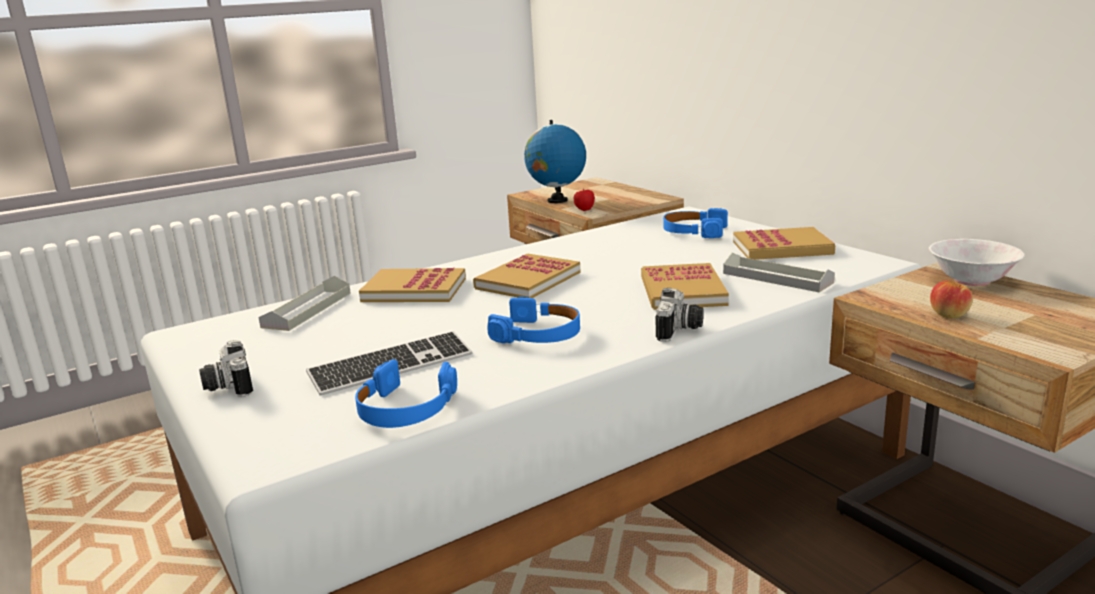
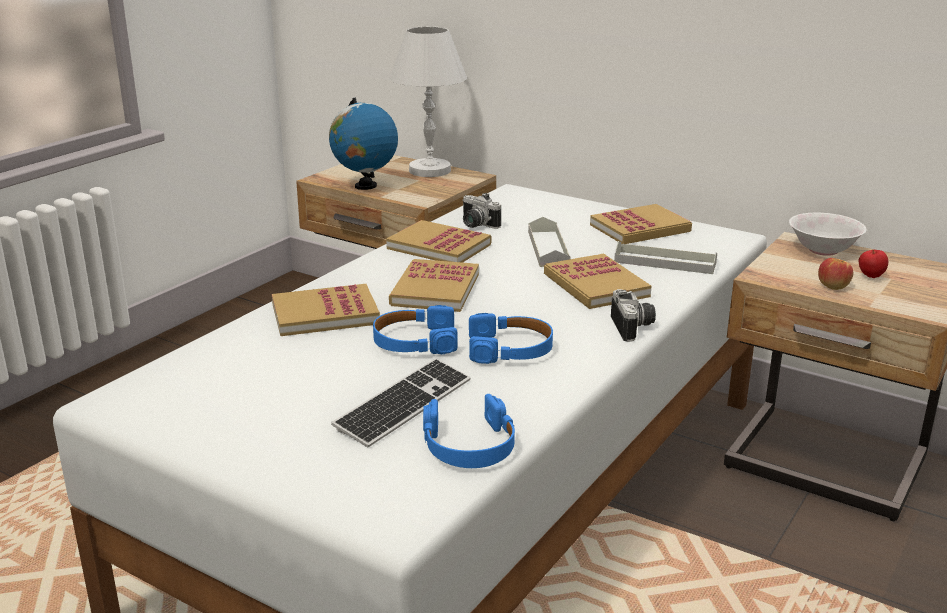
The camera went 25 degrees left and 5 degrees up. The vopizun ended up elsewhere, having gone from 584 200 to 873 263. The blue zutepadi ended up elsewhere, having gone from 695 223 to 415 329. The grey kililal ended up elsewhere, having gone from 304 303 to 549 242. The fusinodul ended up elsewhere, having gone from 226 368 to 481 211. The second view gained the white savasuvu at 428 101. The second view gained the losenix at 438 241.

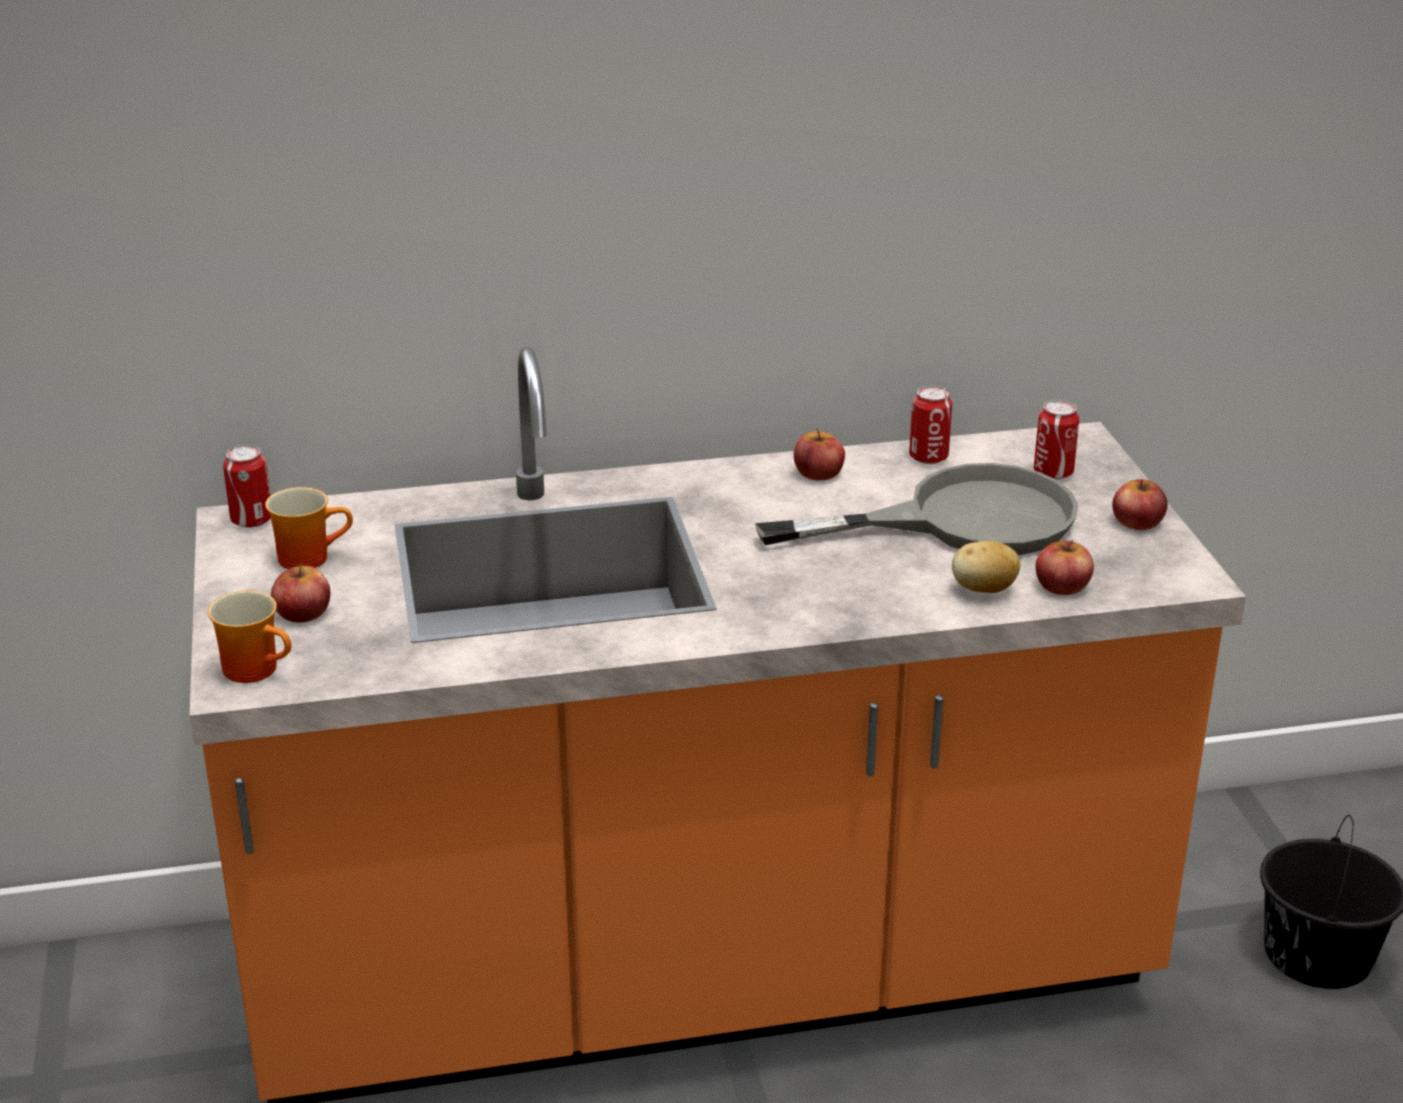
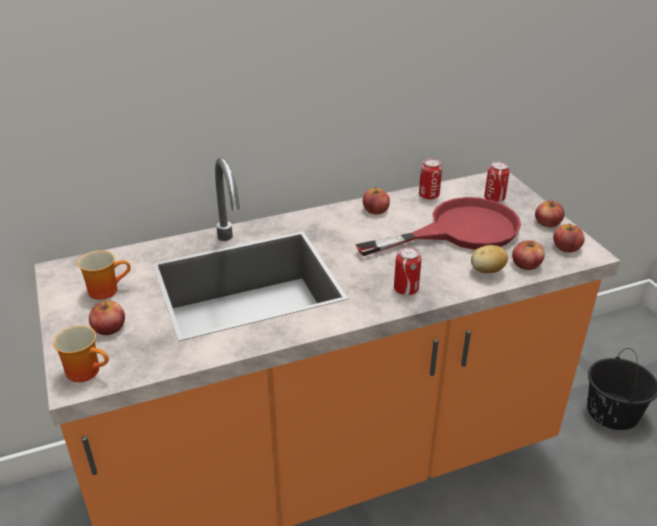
The camera went 10 degrees left and 5 degrees up. The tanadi ended up elsewhere, having gone from 247 486 to 407 270. What was the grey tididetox at 917 509 turned into the red tididetox at 438 226. The second view gained the vopizun at 569 237.

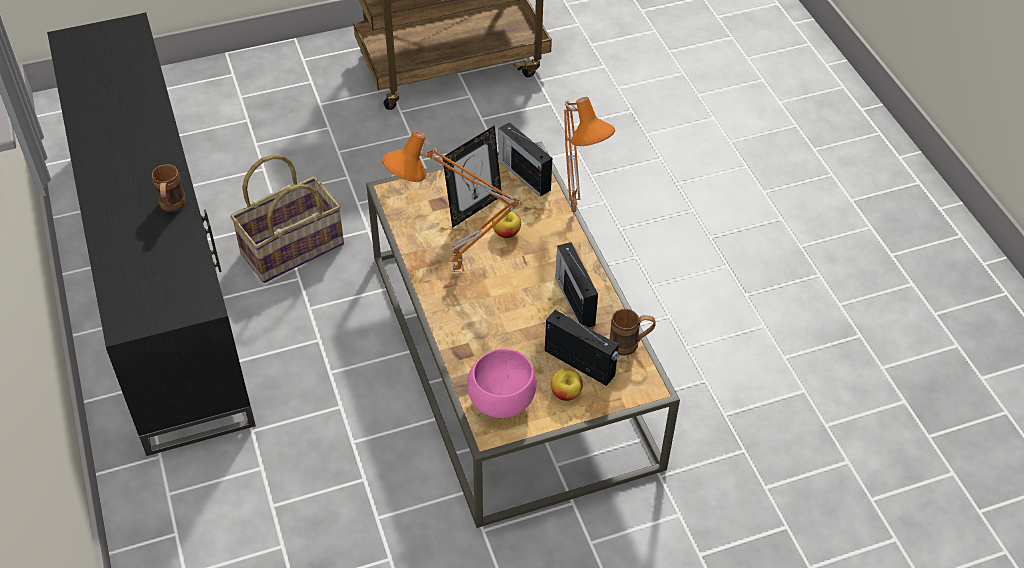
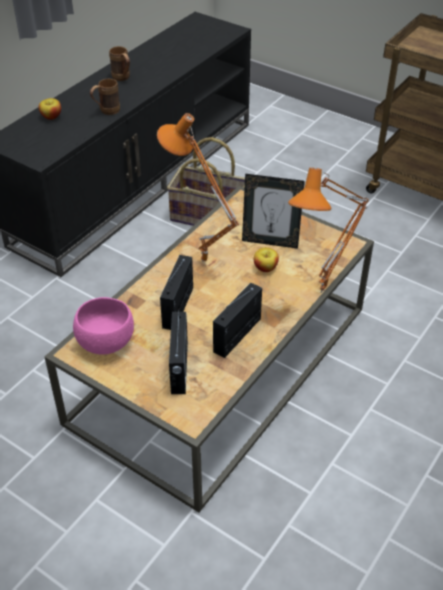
The camera went 55 degrees right and 5 degrees down. The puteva ended up elsewhere, having gone from 525 159 to 176 292. The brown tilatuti ended up elsewhere, having gone from 633 332 to 119 63. The vopizun ended up elsewhere, having gone from 567 385 to 50 109.

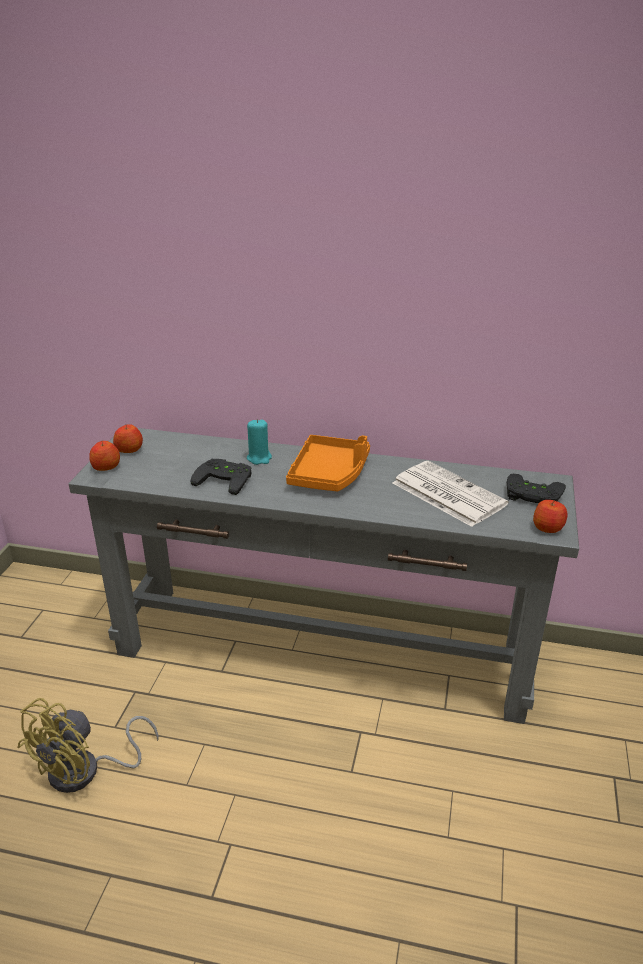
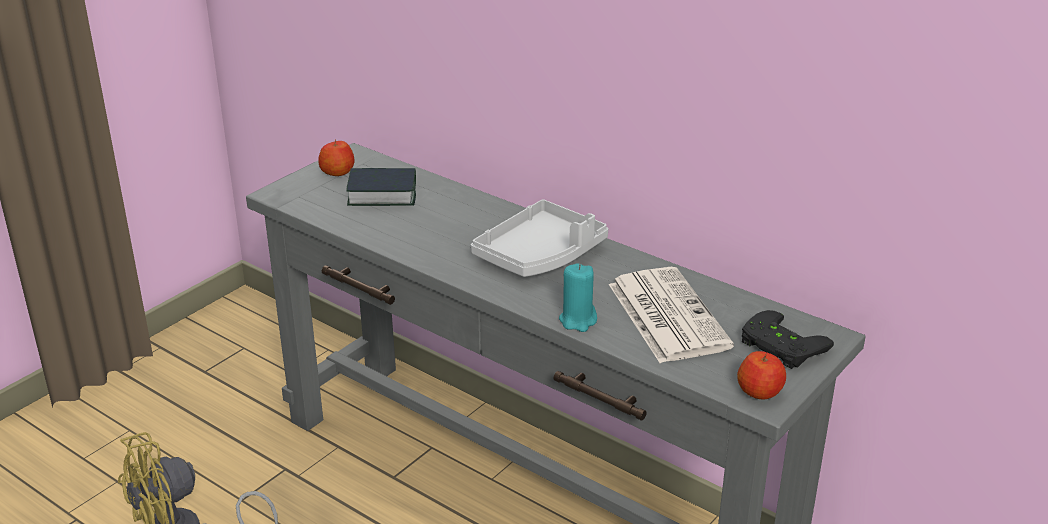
The camera went 25 degrees right and 0 degrees up. The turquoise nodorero ended up elsewhere, having gone from 259 442 to 578 297. What was the orange kililal at 328 463 turned into the grey kililal at 539 238. The second view lost the vopizun at 104 456. The second view lost the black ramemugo at 221 477. The second view gained the losenix at 381 187.

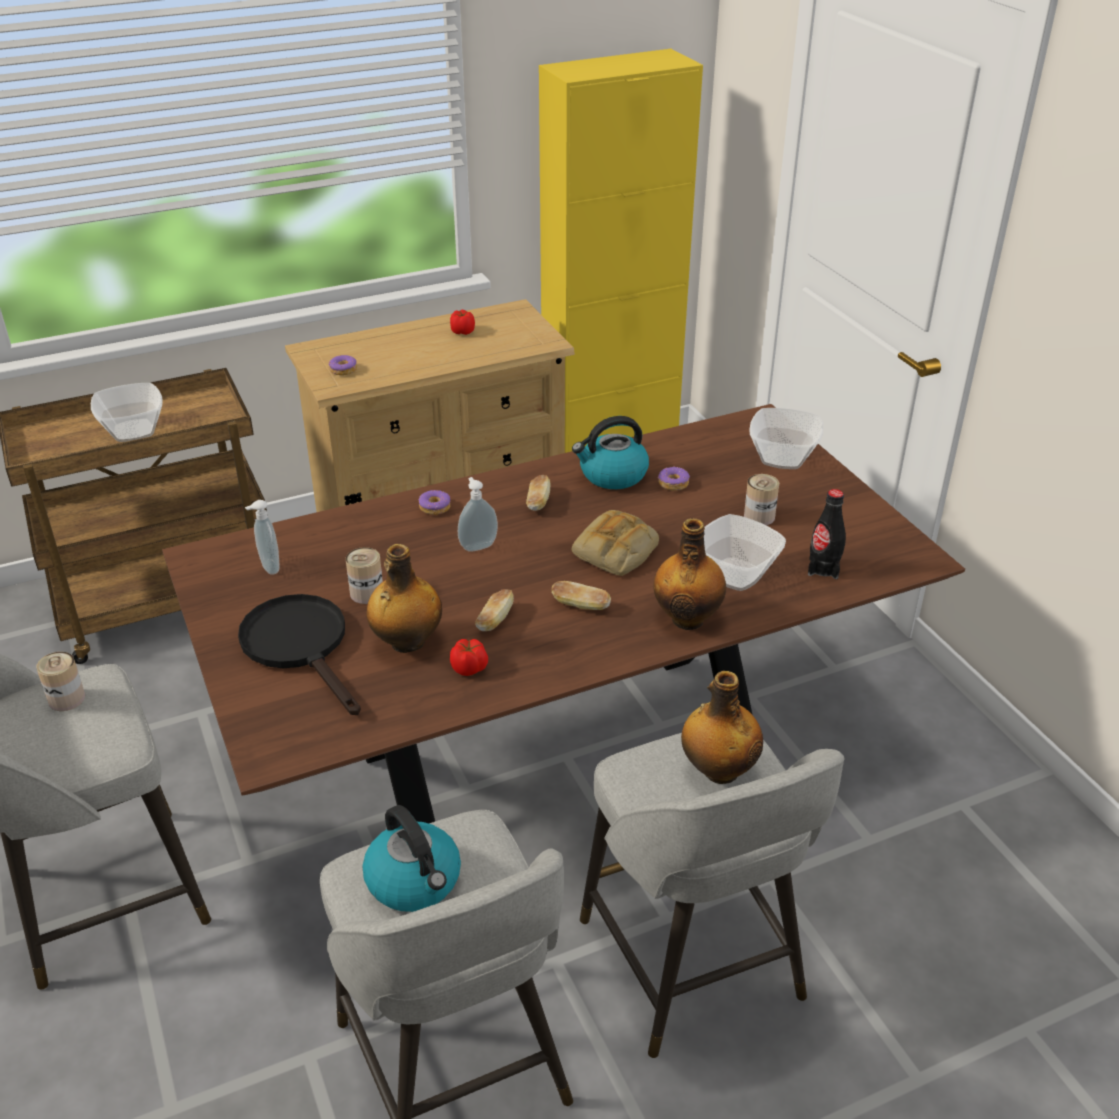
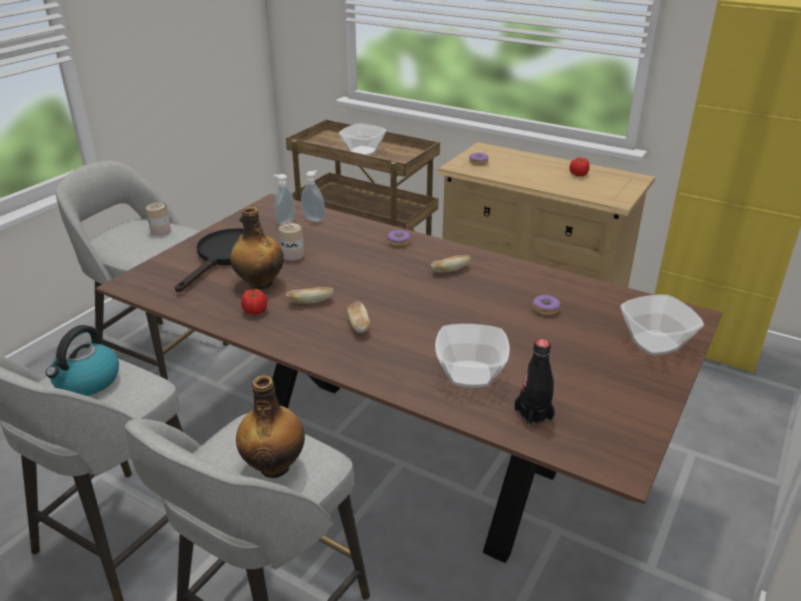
The camera went 55 degrees right and 5 degrees down. The second view lost the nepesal at 610 452. The second view lost the tanadi at 761 499. The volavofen ended up elsewhere, having gone from 478 514 to 313 196. The second view lost the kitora at 615 543. The second view lost the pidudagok at 690 574.

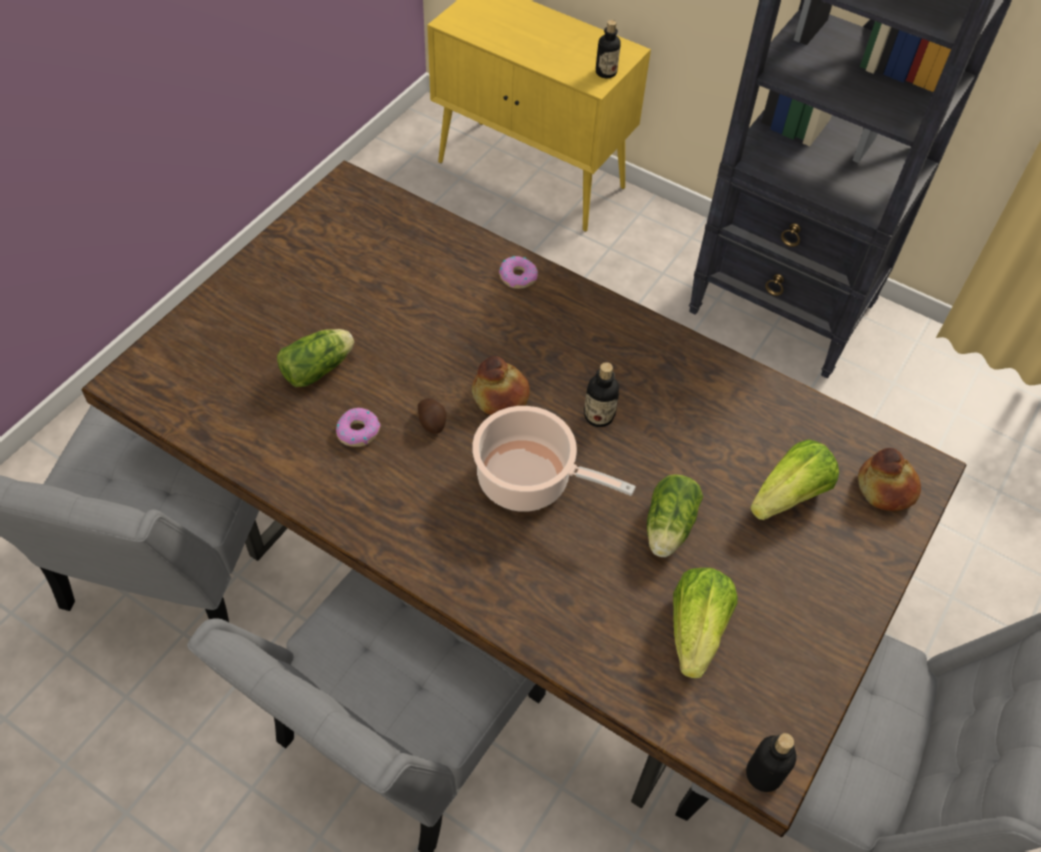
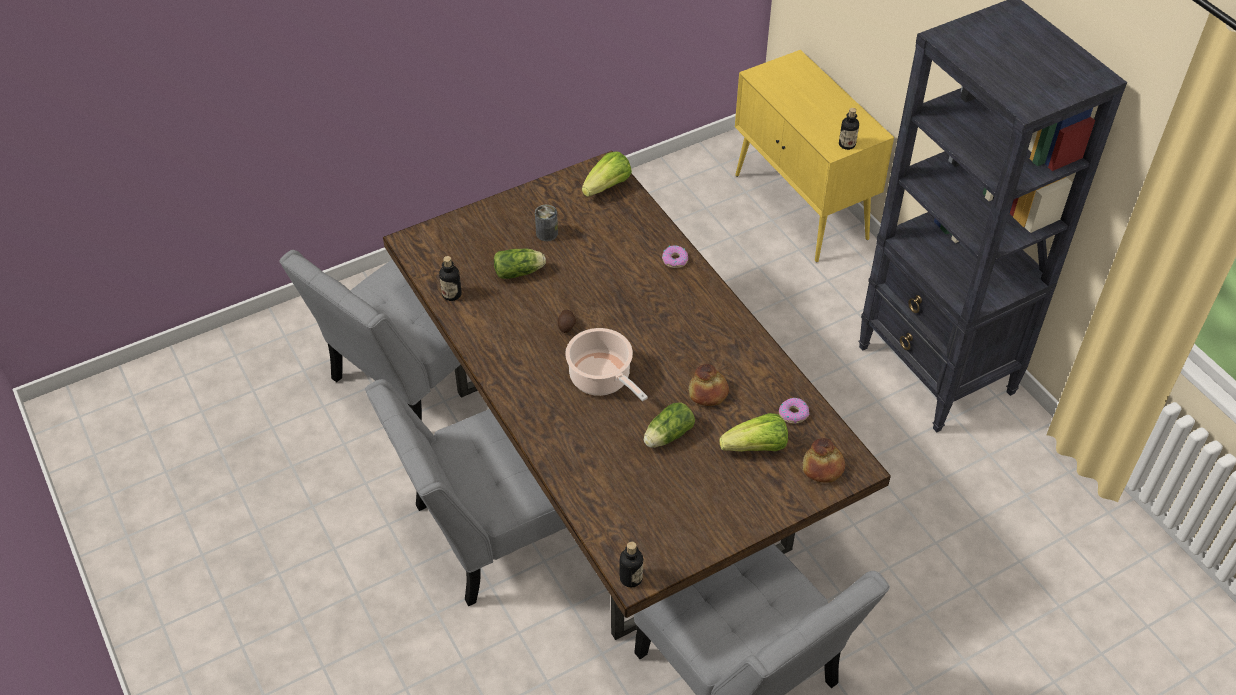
The camera went 30 degrees right and 5 degrees down. The kitora ended up elsewhere, having gone from 501 385 to 709 385. The pidudagok ended up elsewhere, having gone from 601 394 to 450 278. The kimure ended up elsewhere, having gone from 358 427 to 794 411. The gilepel ended up elsewhere, having gone from 705 623 to 607 174. The second view gained the tanadi at 546 223.

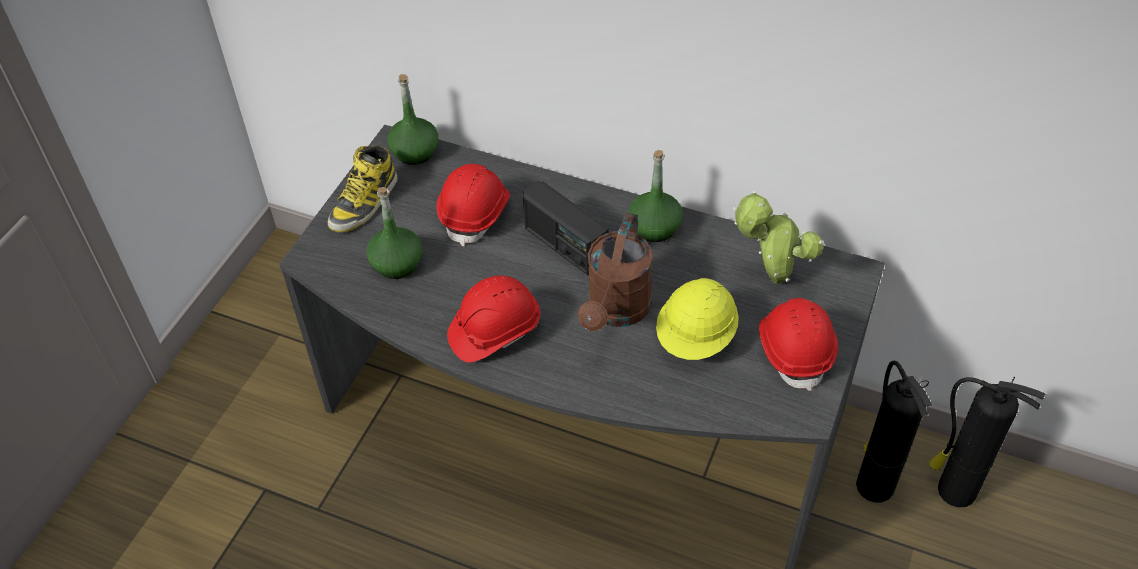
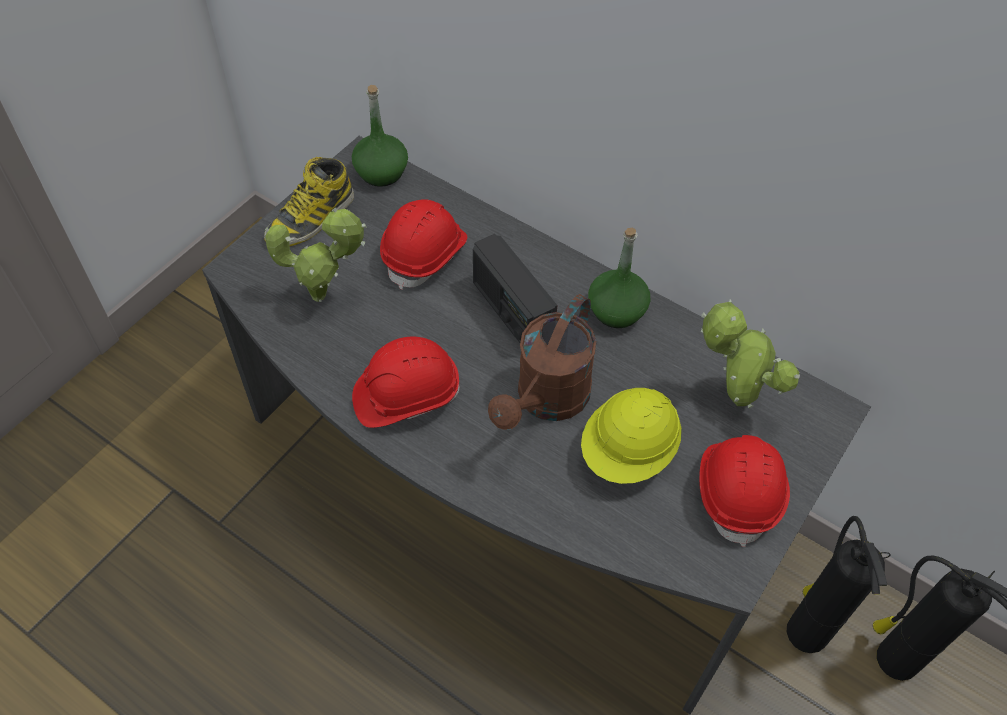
The camera went 10 degrees right and 5 degrees up. Where the green pidudagok stood at 394 233, the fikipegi came to stand at 315 255.

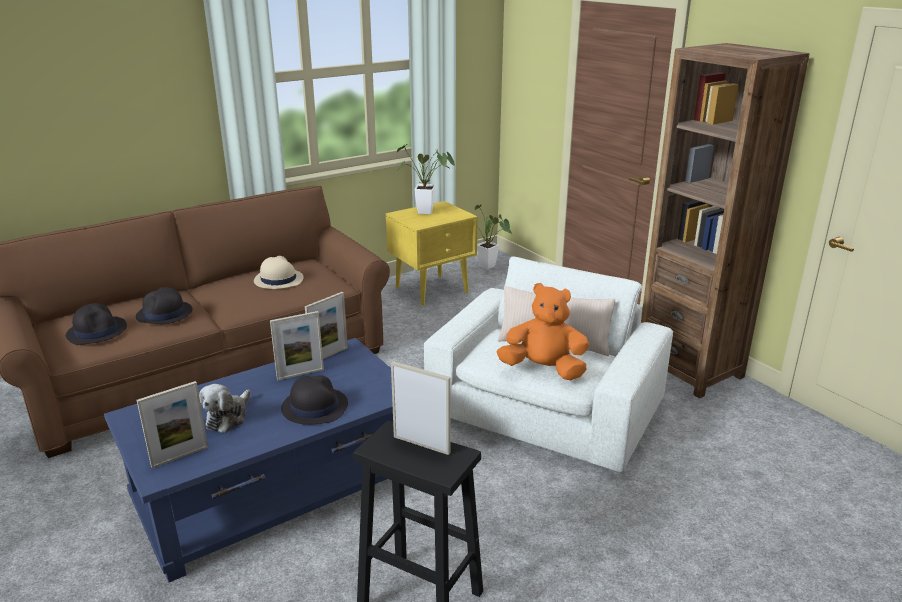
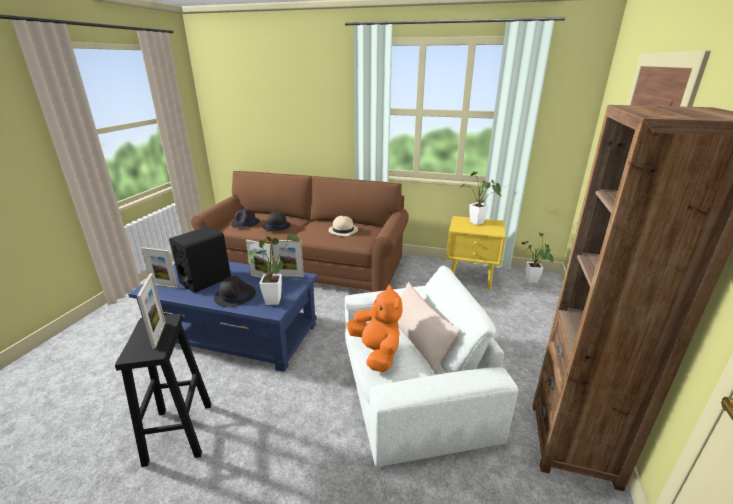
The camera went 50 degrees right and 0 degrees up. Where the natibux stood at 224 408, the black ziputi came to stand at 200 259. The second view gained the fikipegi at 274 269.

